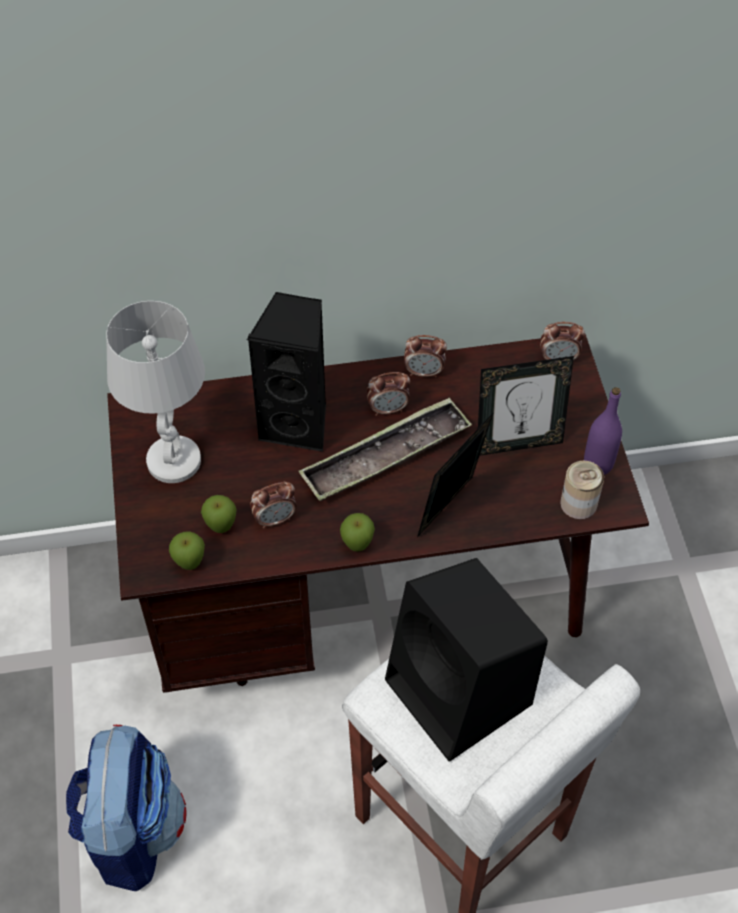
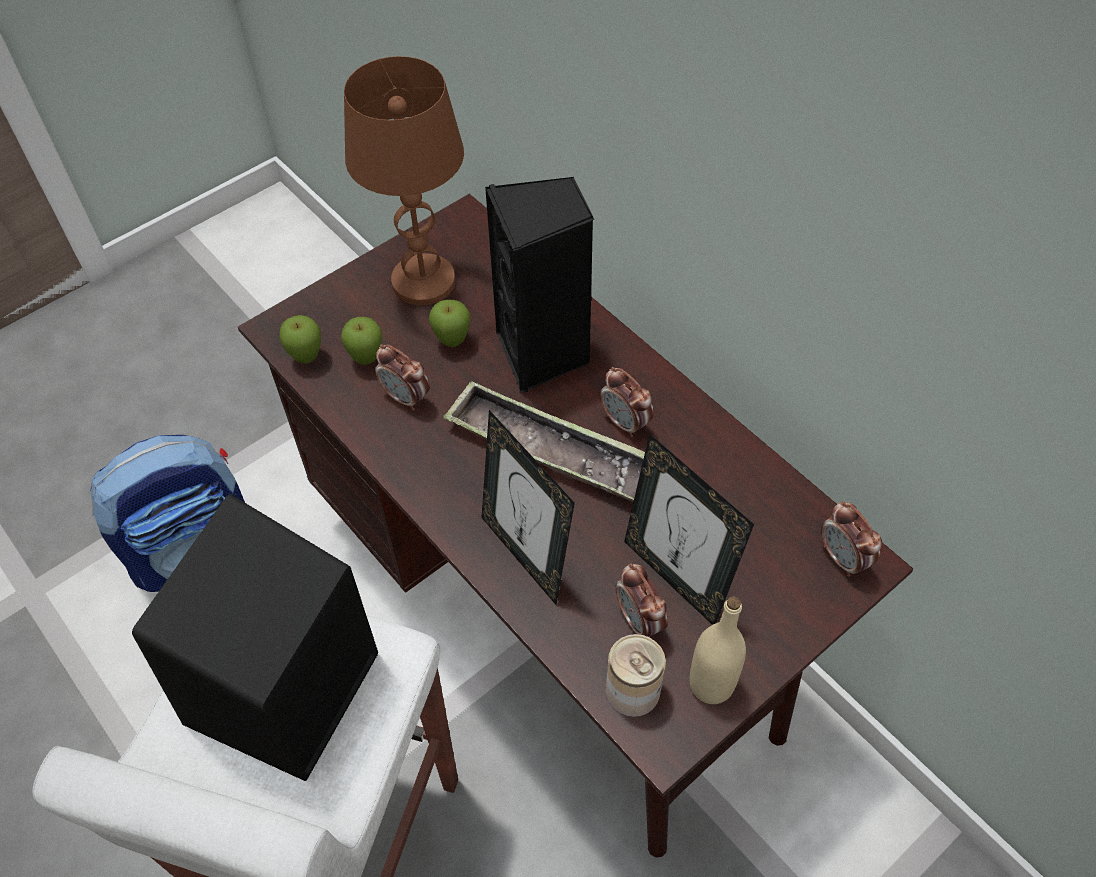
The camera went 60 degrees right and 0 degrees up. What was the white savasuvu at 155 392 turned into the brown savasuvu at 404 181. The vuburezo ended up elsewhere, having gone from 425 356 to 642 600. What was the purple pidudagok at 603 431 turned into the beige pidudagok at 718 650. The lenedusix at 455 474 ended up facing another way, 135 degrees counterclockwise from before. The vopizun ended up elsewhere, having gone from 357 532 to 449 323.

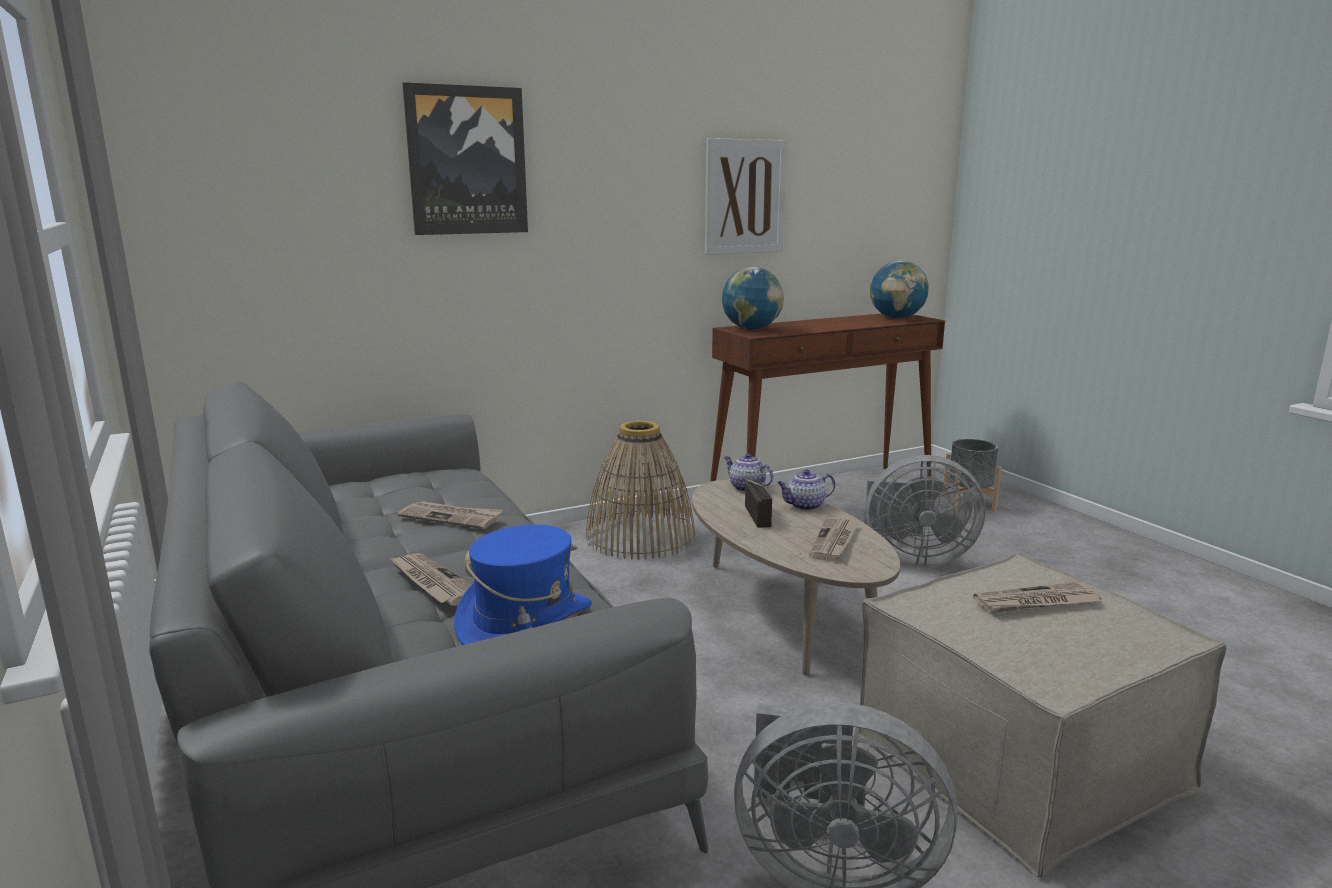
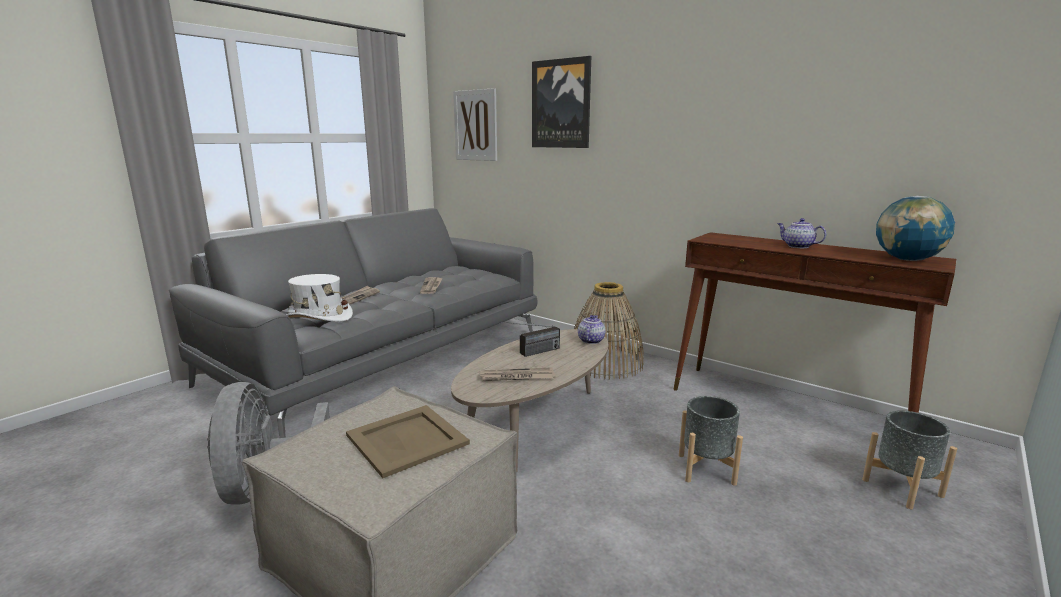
The camera went 65 degrees right and 0 degrees up. The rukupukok ended up elsewhere, having gone from 746 196 to 475 124. The second view lost the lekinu at 753 298. Where the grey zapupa stood at 925 510, the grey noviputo came to stand at 711 441. The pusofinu ended up elsewhere, having gone from 806 490 to 802 233. What was the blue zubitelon at 523 585 turned into the white zubitelon at 319 298. Where the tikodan stood at 1037 597, the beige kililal came to stand at 408 441.

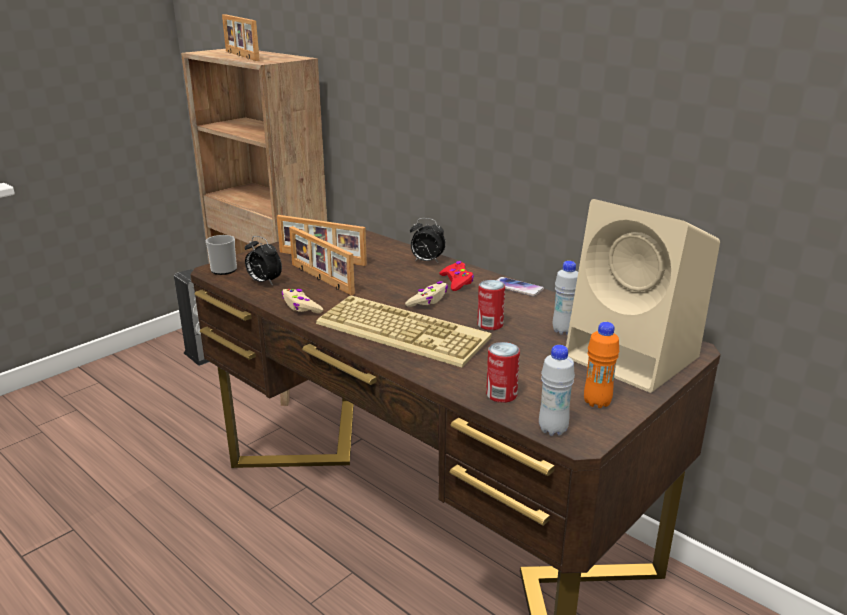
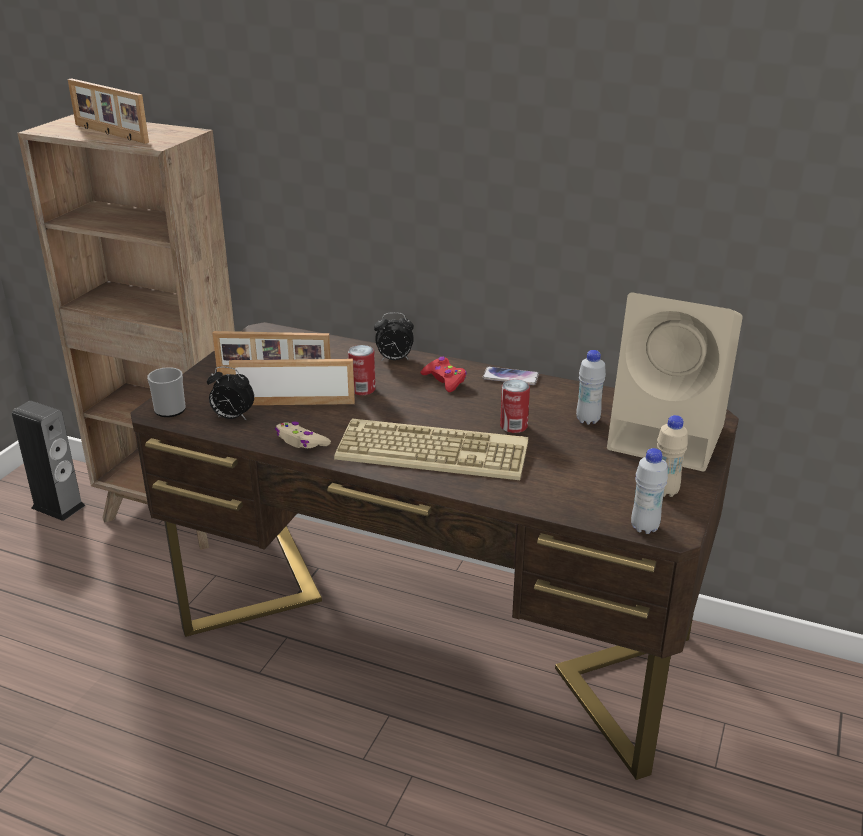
The camera went 20 degrees left and 5 degrees up. The lenedusix at 322 260 ended up facing another way, 150 degrees clockwise from before. The second view lost the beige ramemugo at 426 294. What was the orange pidudagok at 601 365 turned into the beige pidudagok at 672 456. The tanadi ended up elsewhere, having gone from 503 372 to 362 370.

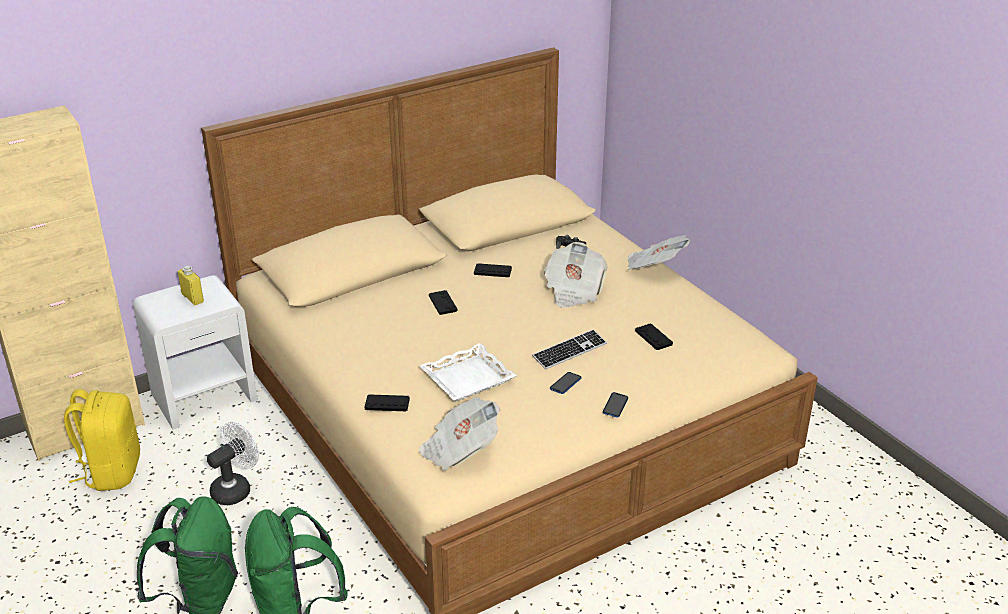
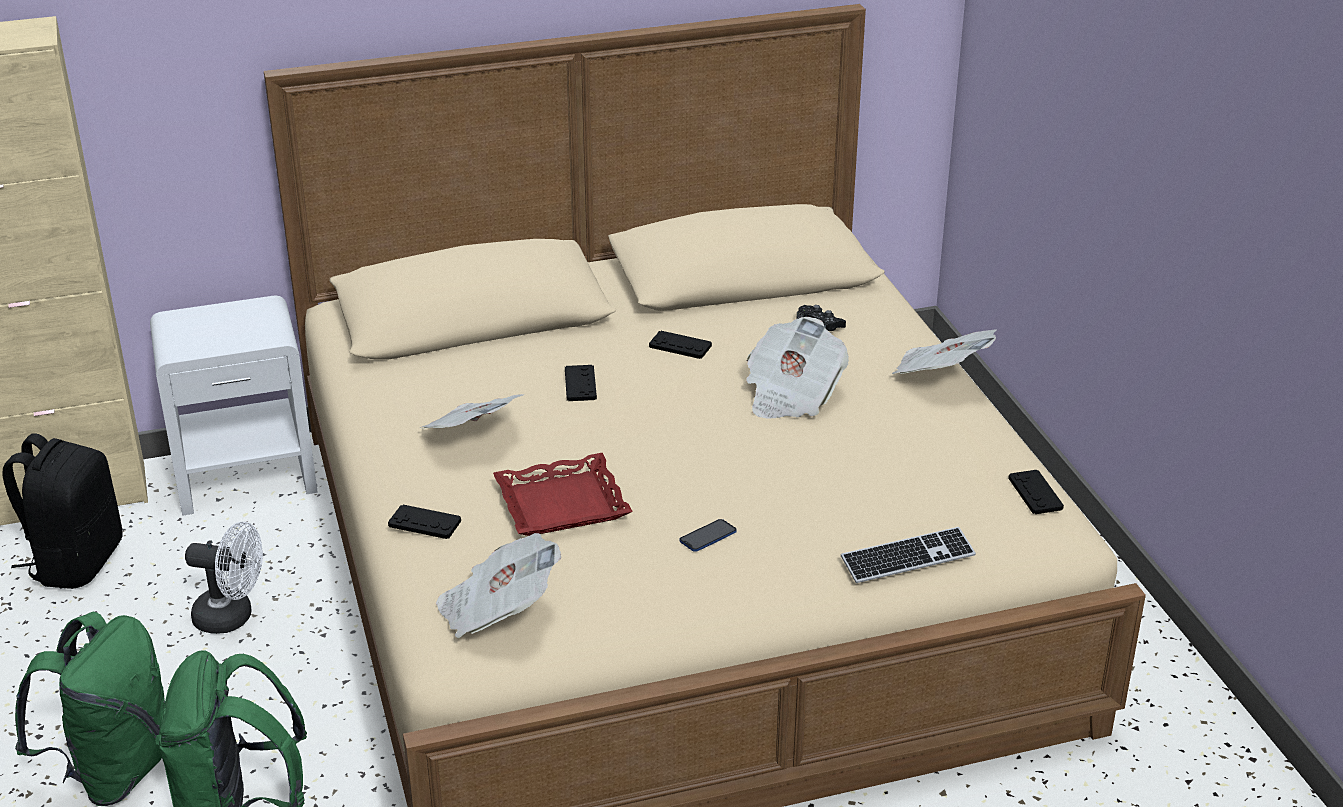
The camera went 15 degrees right and 0 degrees up. The second view lost the yellow pidudagok at 191 285. The black ramemugo ended up elsewhere, having gone from 654 337 to 1036 492. The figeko ended up elsewhere, having gone from 569 349 to 908 555. What was the white kililal at 468 372 turned into the red kililal at 563 494. What was the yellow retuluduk at 102 440 turned into the black retuluduk at 62 511. The second view lost the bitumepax at 615 405. The white zapupa at 233 463 ended up facing another way, 45 degrees clockwise from before. The second view gained the tikodan at 472 411.

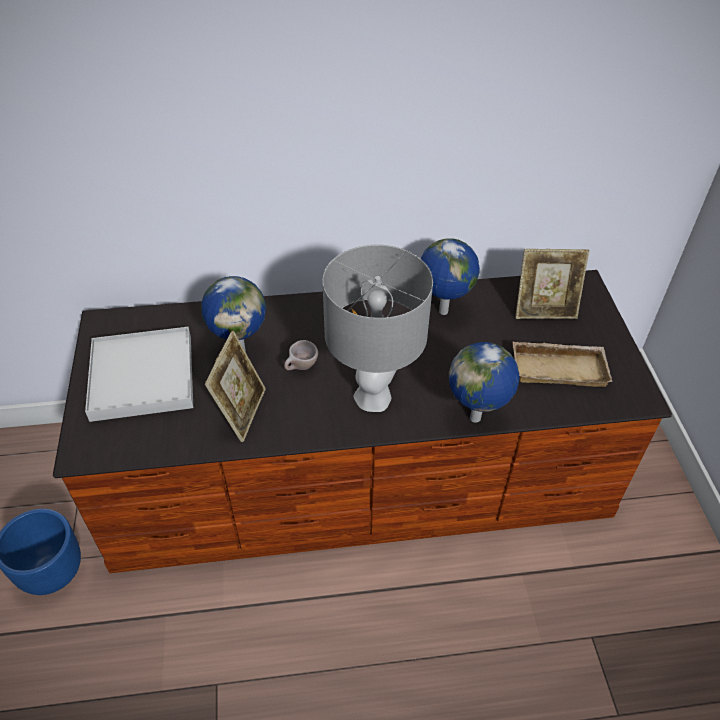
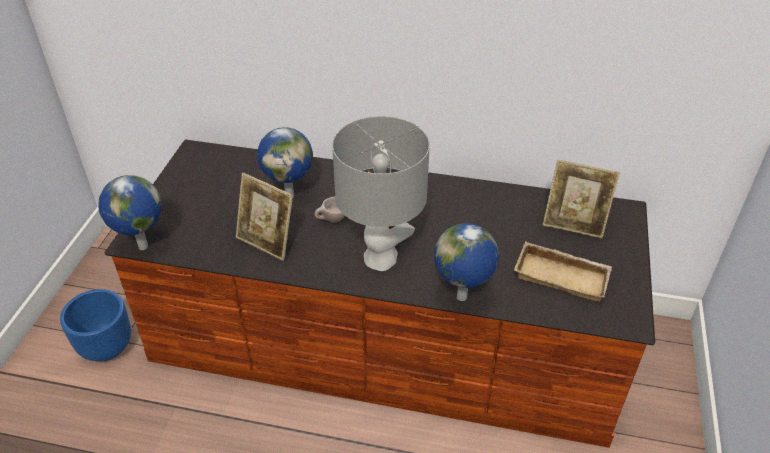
The camera went 20 degrees right and 5 degrees down. The lekinu ended up elsewhere, having gone from 450 276 to 130 212. The second view lost the white kililal at 139 374. The lenedusix at 235 386 ended up facing another way, 90 degrees clockwise from before.

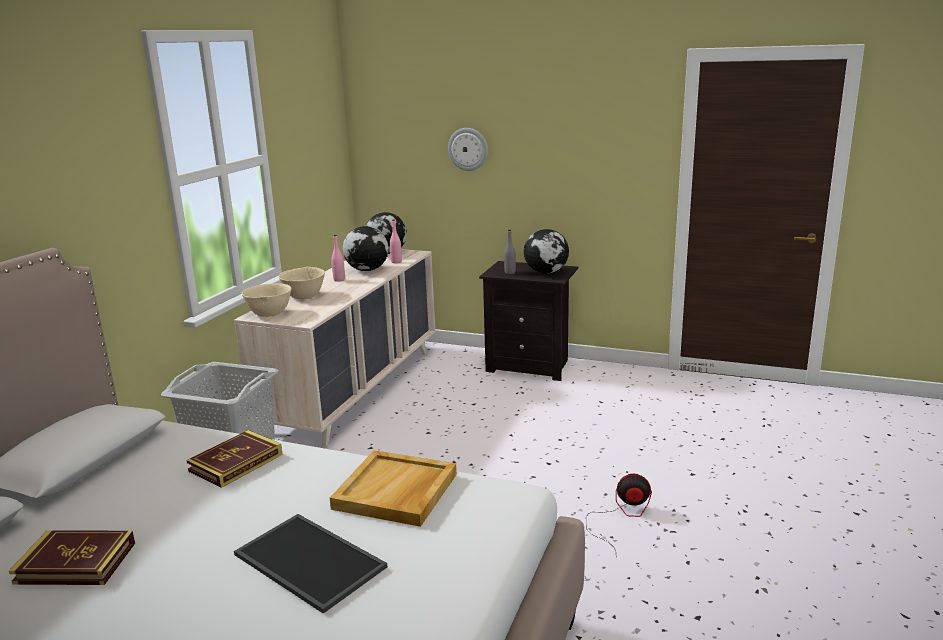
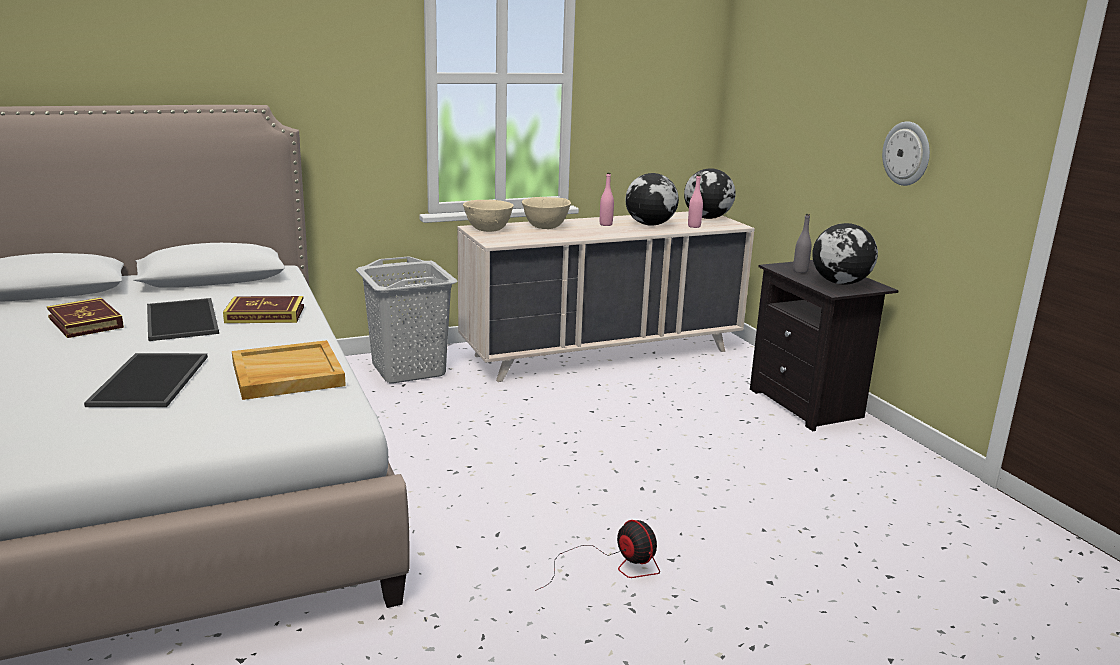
The camera went 45 degrees right and 0 degrees up. The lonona ended up elsewhere, having gone from 468 149 to 906 153. The second view gained the kililal at 183 319.

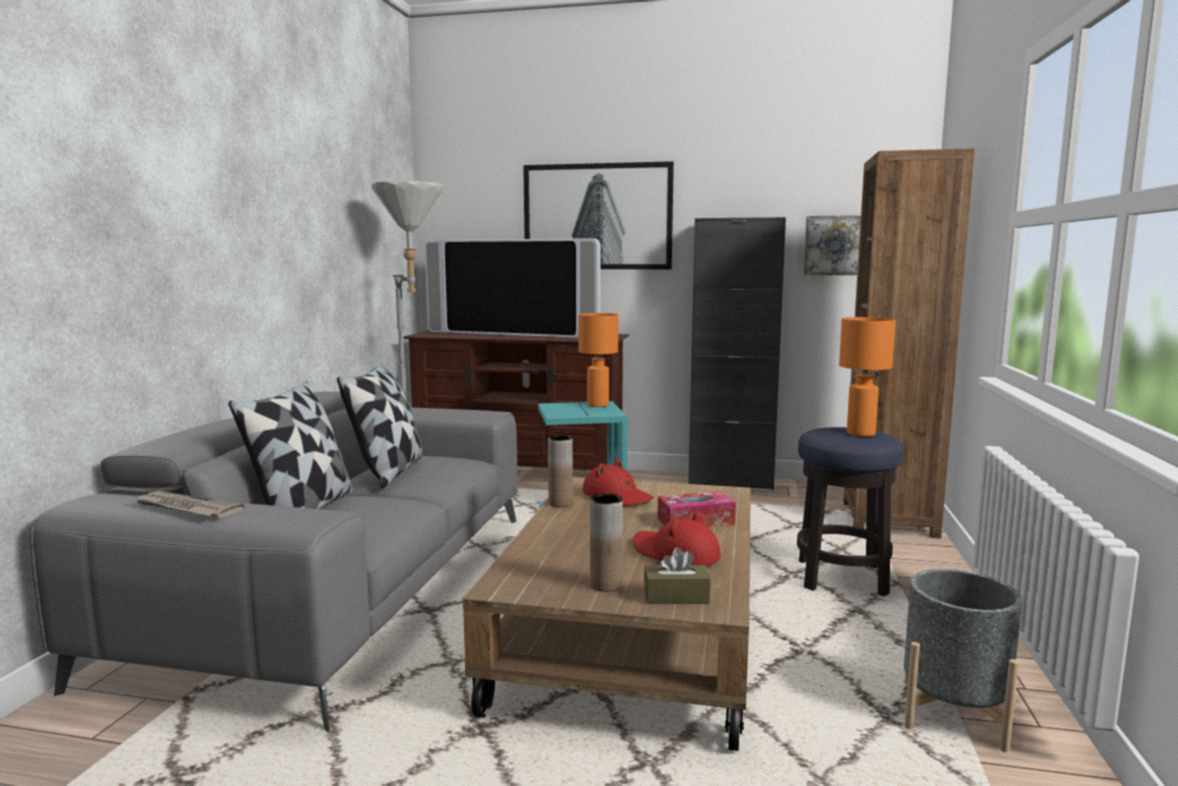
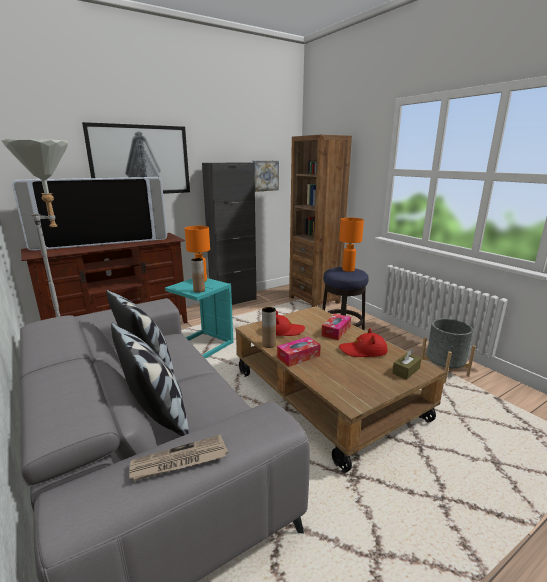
The camera went 45 degrees left and 10 degrees up. The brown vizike ended up elsewhere, having gone from 606 542 to 198 275. The second view gained the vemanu at 299 352.

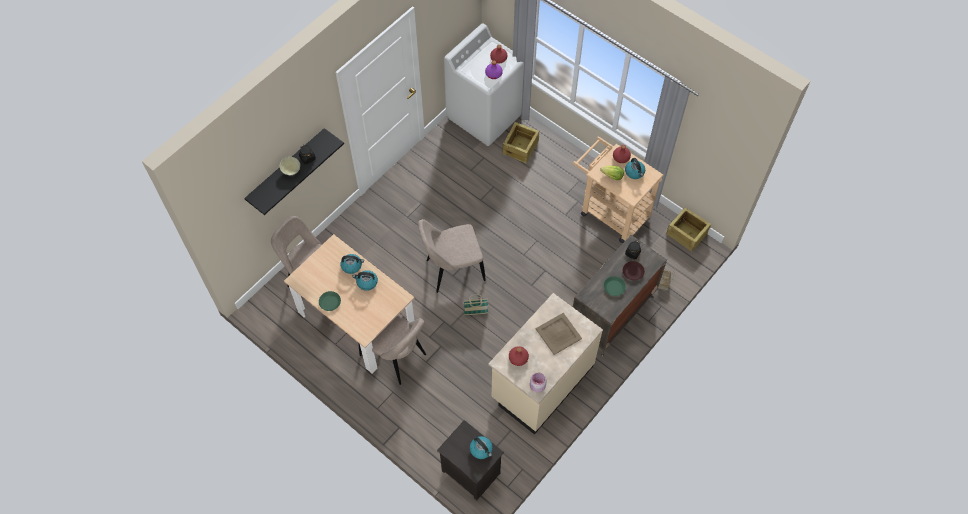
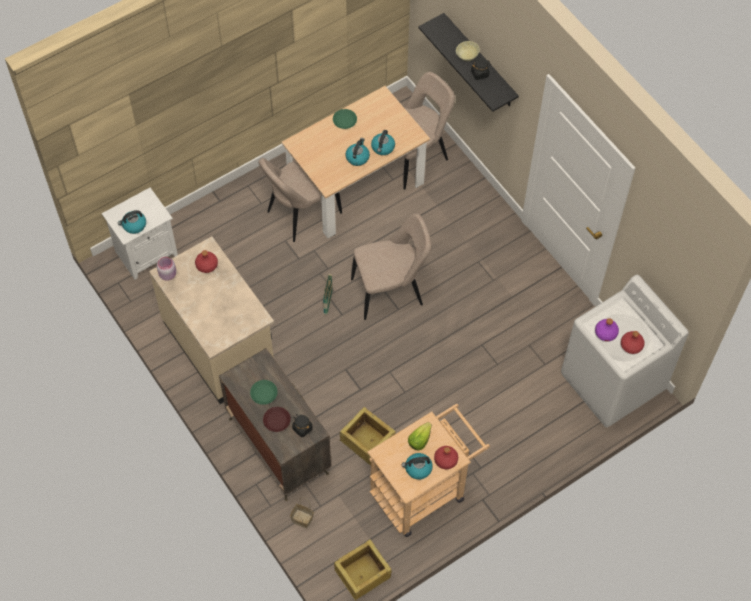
The camera went 105 degrees right and 0 degrees up. The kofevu ended up elsewhere, having gone from 521 143 to 368 436. The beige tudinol at 452 256 ended up facing another way, 75 degrees clockwise from before. The second view lost the beige kililal at 559 334. What was the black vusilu at 470 460 turned into the white vusilu at 140 233.

